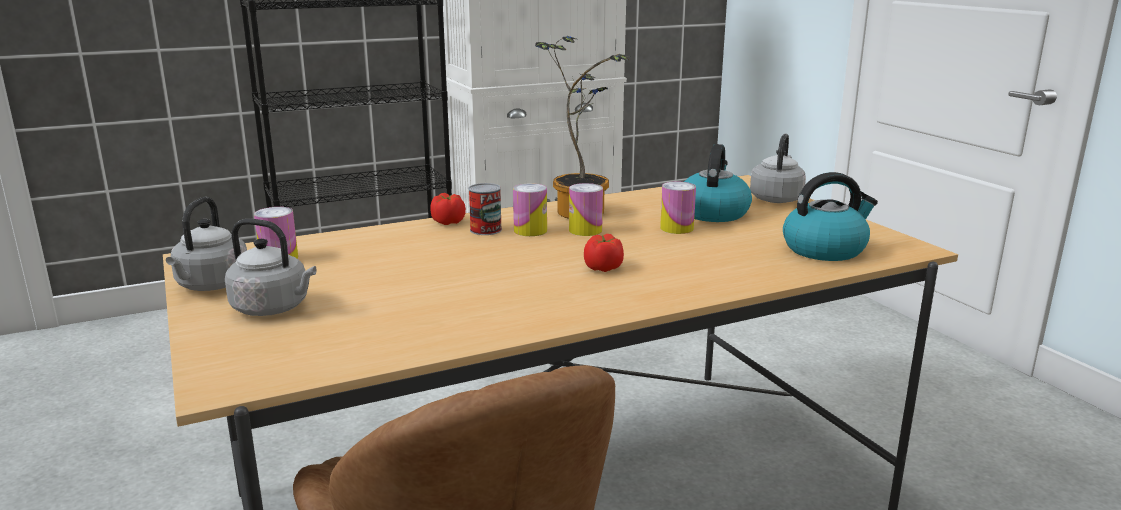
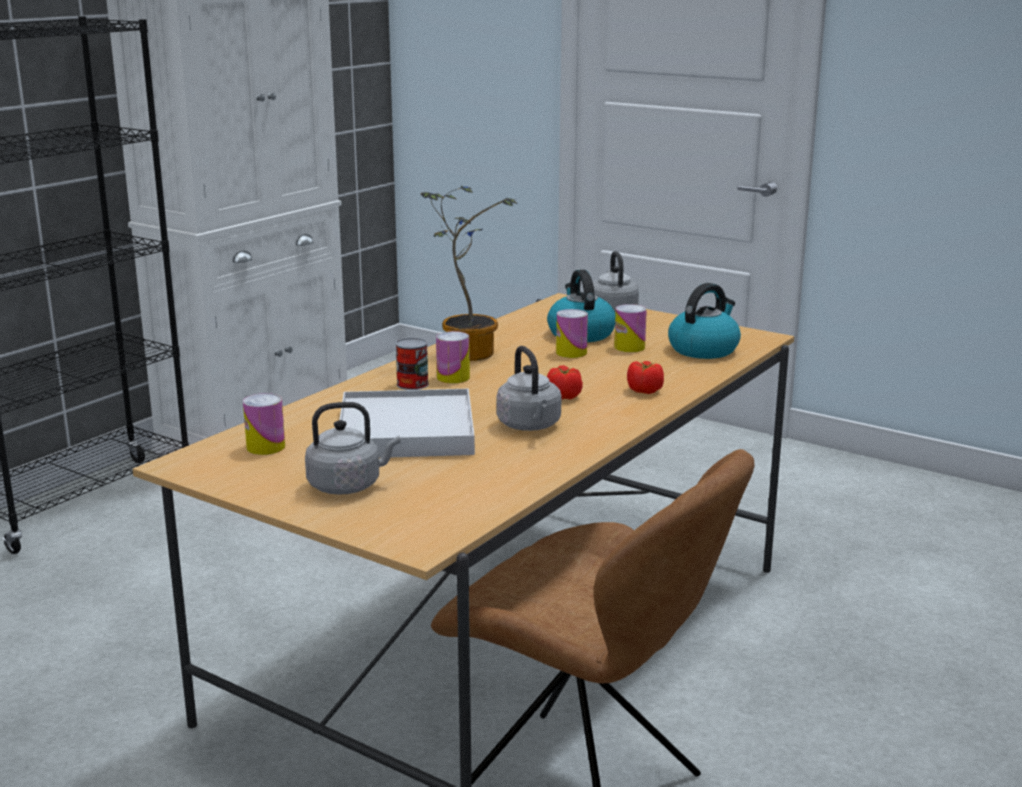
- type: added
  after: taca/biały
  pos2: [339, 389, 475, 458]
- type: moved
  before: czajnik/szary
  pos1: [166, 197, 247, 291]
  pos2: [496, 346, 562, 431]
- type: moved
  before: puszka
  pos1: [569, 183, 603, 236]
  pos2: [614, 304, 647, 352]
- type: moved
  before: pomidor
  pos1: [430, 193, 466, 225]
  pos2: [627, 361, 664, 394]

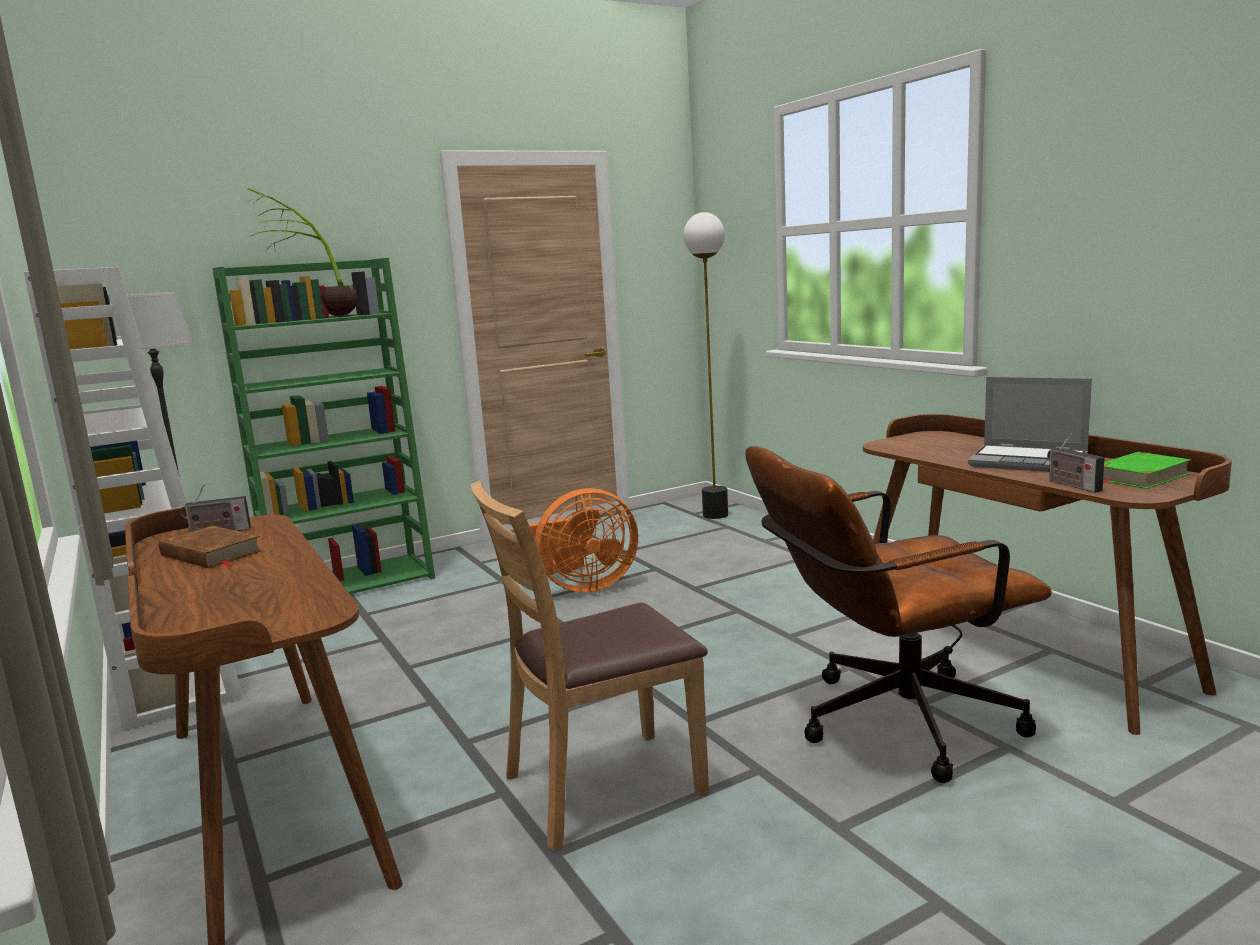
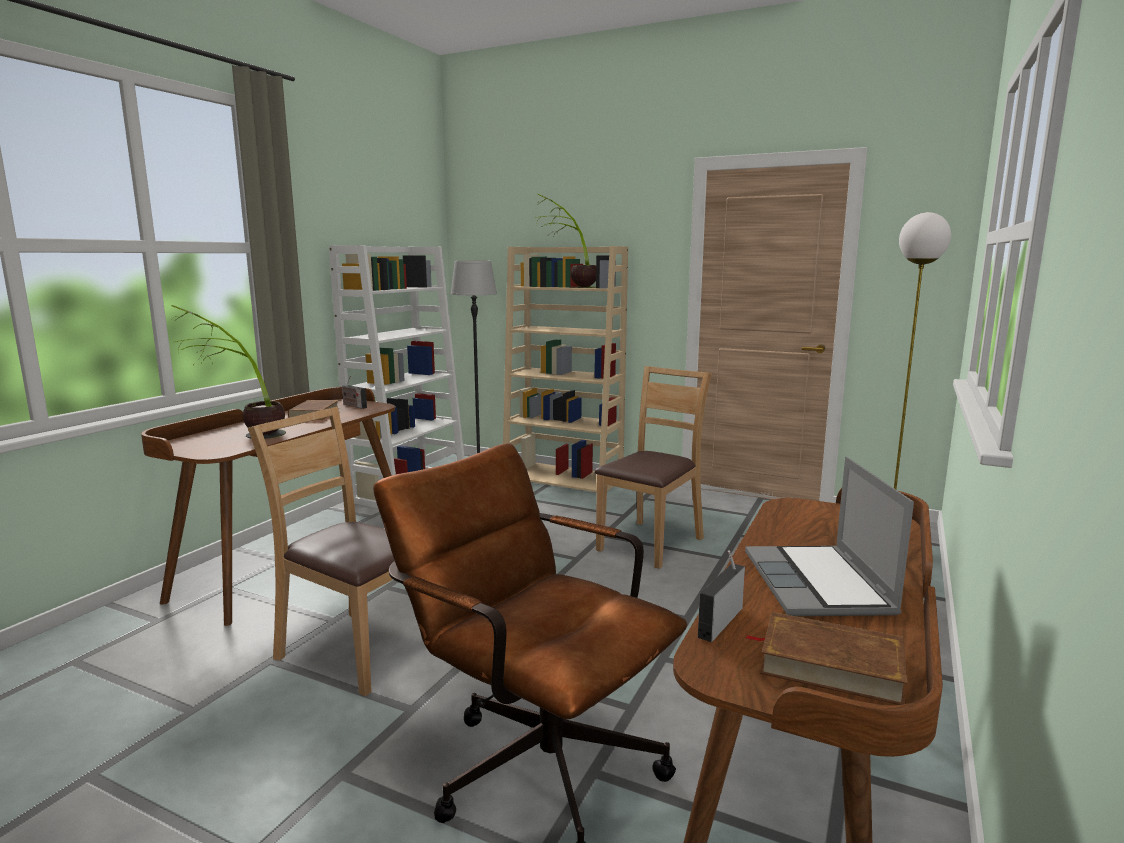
- type: added
  after: roślina doniczkowa
  pos2: [171, 305, 286, 439]
- type: recoloured
  before: regał/zielony
  after: regał/beżowy
  pos1: [212, 258, 435, 594]
  pos2: [503, 246, 628, 492]
- type: replaced
  before: wentylator/pomarańczowy
  after: krzesło/brązowy
  pos1: [529, 488, 638, 593]
  pos2: [594, 366, 712, 569]
- type: recoloured
  before: książka/zielony
  after: książka/brązowy
  pos1: [1103, 452, 1192, 489]
  pos2: [745, 612, 908, 705]

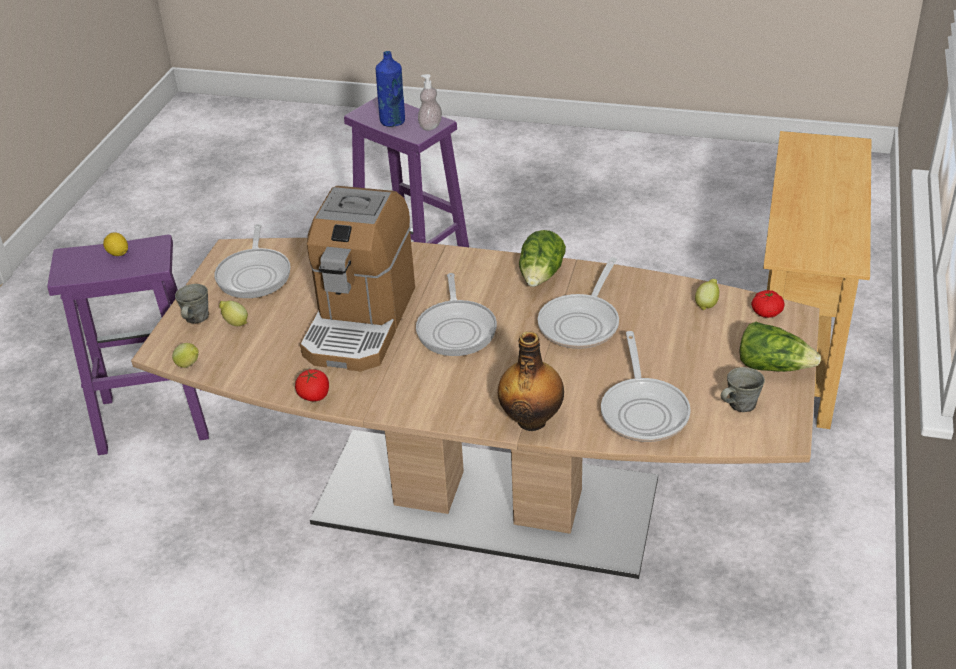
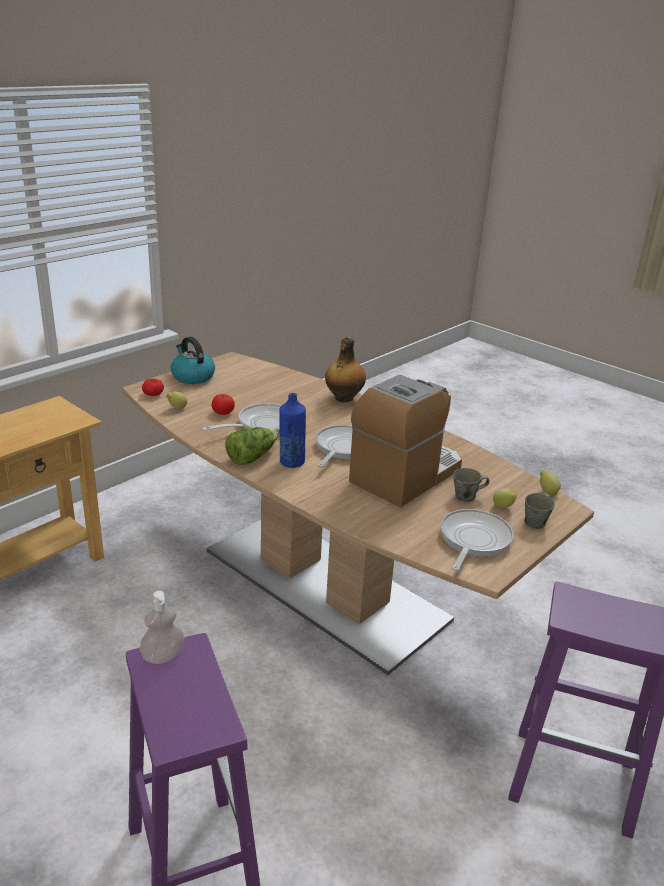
- type: replaced
  before: sałata
  after: czajnik
  pos1: [740, 322, 821, 372]
  pos2: [171, 337, 215, 384]
- type: moved
  before: pomidor
  pos1: [295, 369, 329, 401]
  pos2: [212, 394, 235, 415]
- type: moved
  before: butelka/niebieski
  pos1: [376, 51, 405, 127]
  pos2: [279, 393, 306, 468]
- type: moved
  before: kubek/szary
  pos1: [721, 367, 765, 412]
  pos2: [453, 468, 490, 502]
- type: removed
  before: cytryna
  pos1: [103, 233, 128, 256]
- type: removed
  before: patelnia
  pos1: [601, 331, 691, 442]

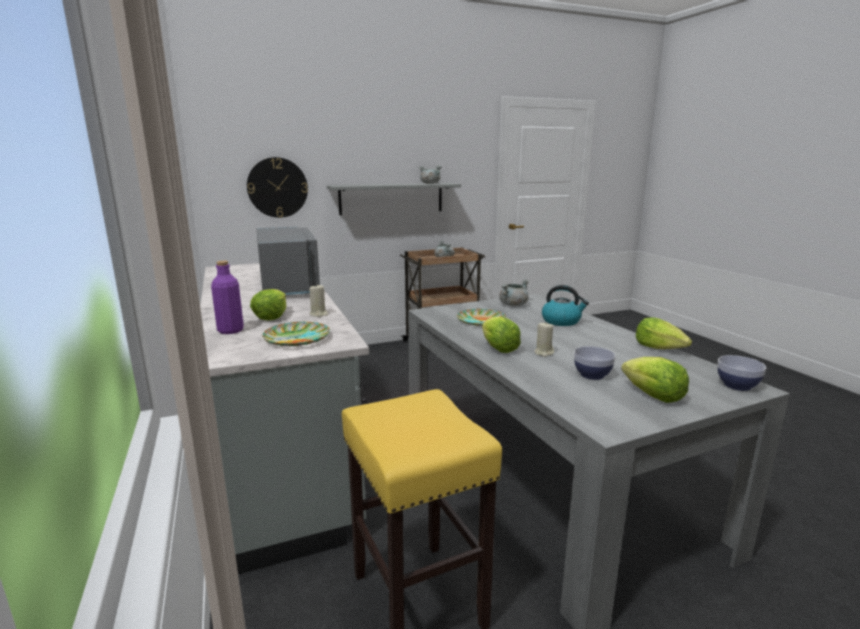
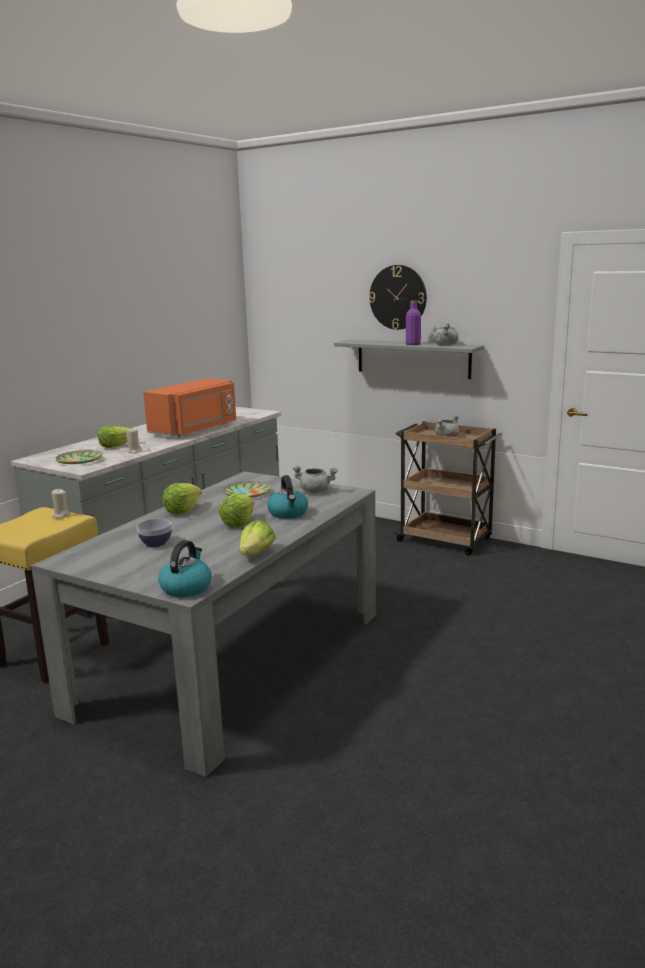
- type: moved
  before: świeca/beżowy
  pos1: [534, 322, 554, 357]
  pos2: [51, 489, 71, 518]
- type: recoloured
  before: mikrofalówka/szary
  after: mikrofalówka/pomarańczowy
  pos1: [257, 227, 320, 295]
  pos2: [143, 378, 236, 437]
- type: replaced
  before: miska
  after: czajnik
  pos1: [717, 355, 766, 391]
  pos2: [158, 540, 212, 597]
- type: moved
  before: sałata
  pos1: [621, 357, 689, 403]
  pos2: [219, 494, 254, 528]
- type: moved
  before: zegar ścienny
  pos1: [247, 157, 308, 218]
  pos2: [369, 265, 427, 330]
- type: moved
  before: butelka/fioletowy
  pos1: [211, 261, 244, 334]
  pos2: [406, 301, 421, 345]

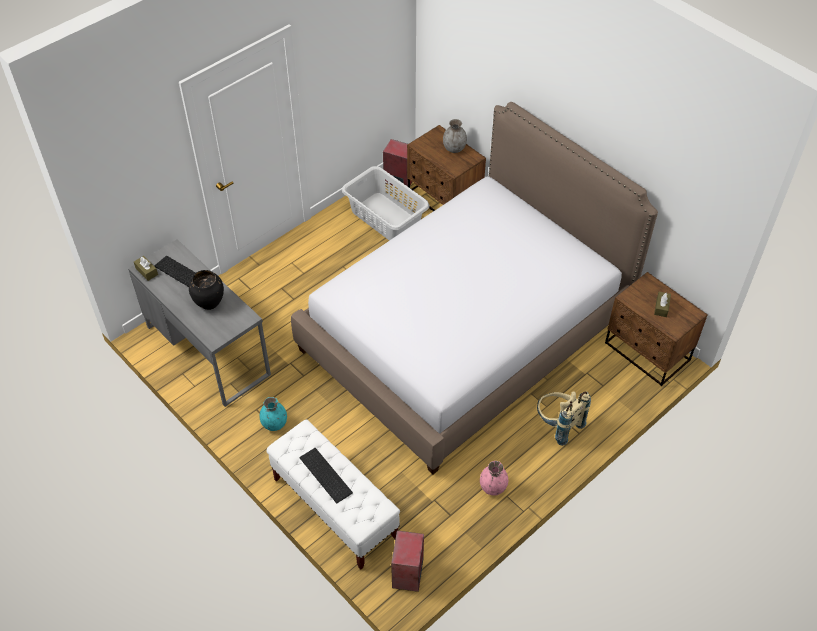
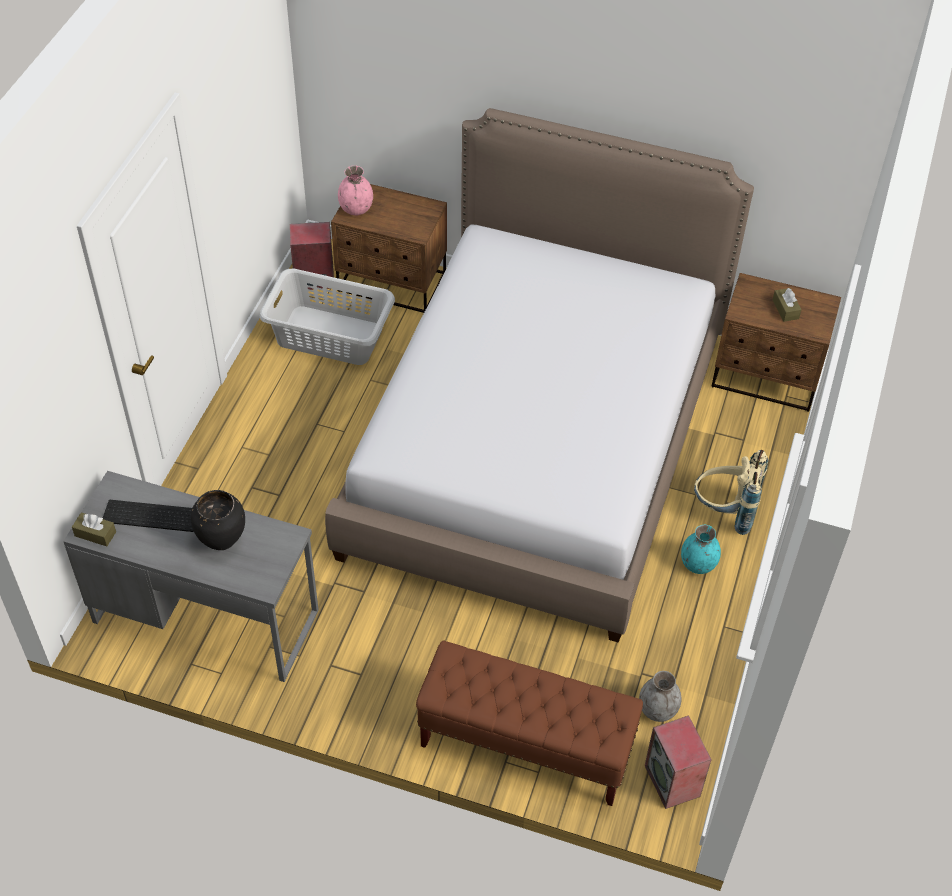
- type: moved
  before: wazon/różowy
  pos1: [480, 461, 508, 496]
  pos2: [338, 165, 373, 215]
- type: recoloured
  before: ławka/biały
  after: ławka/brązowy
  pos1: [267, 420, 400, 570]
  pos2: [416, 641, 643, 806]
- type: moved
  before: wazon/szary
  pos1: [443, 119, 467, 153]
  pos2: [639, 671, 682, 722]
- type: moved
  before: wazon/turkusowy
  pos1: [259, 397, 287, 431]
  pos2: [681, 525, 721, 574]
- type: removed
  before: klawiatura
  pos1: [300, 448, 353, 503]

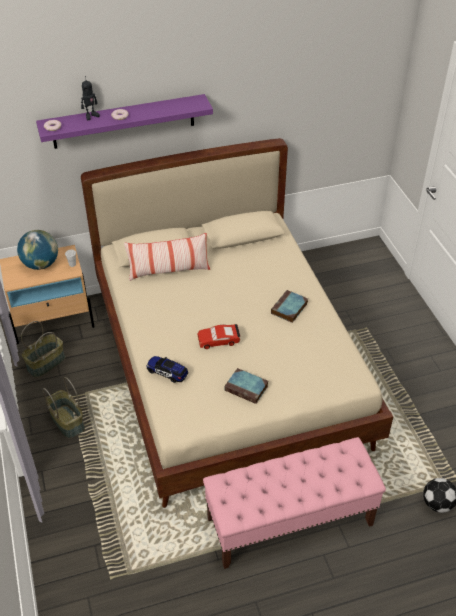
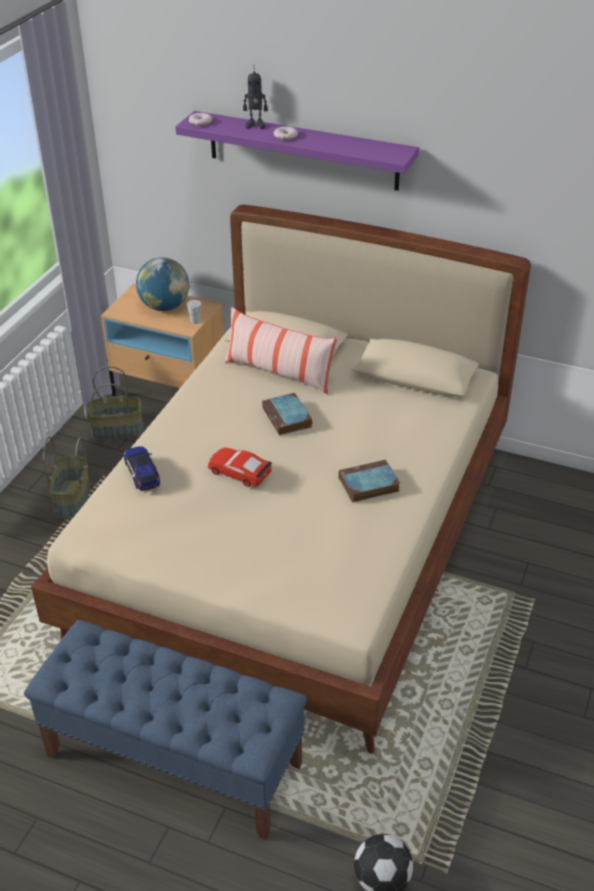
- type: recoloured
  before: ławka/różowy
  after: ławka/niebieski
  pos1: [203, 437, 386, 569]
  pos2: [24, 620, 307, 840]
- type: moved
  before: książka
  pos1: [224, 368, 268, 404]
  pos2: [262, 393, 312, 435]

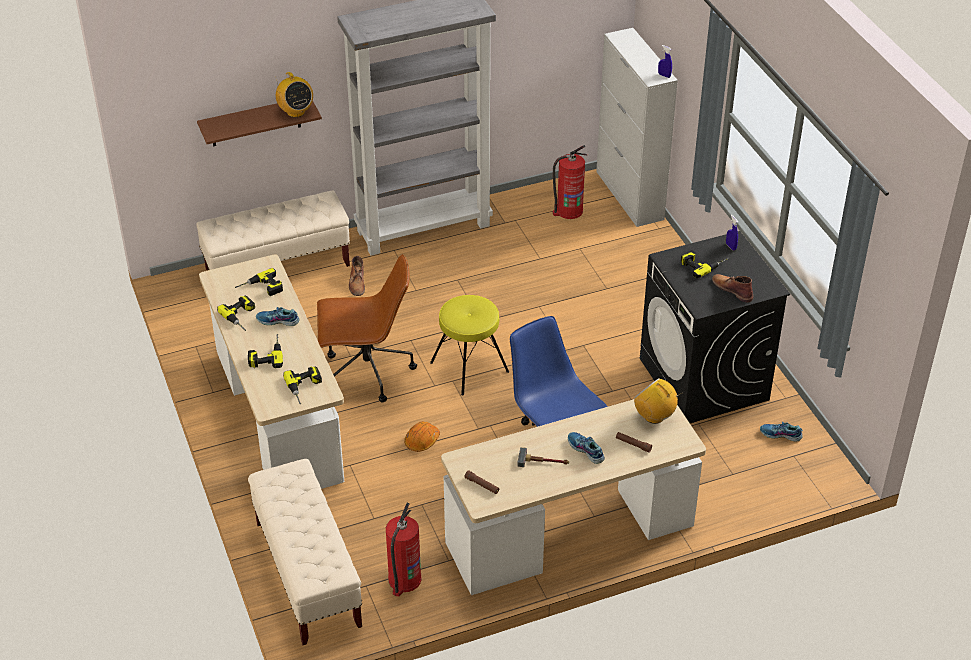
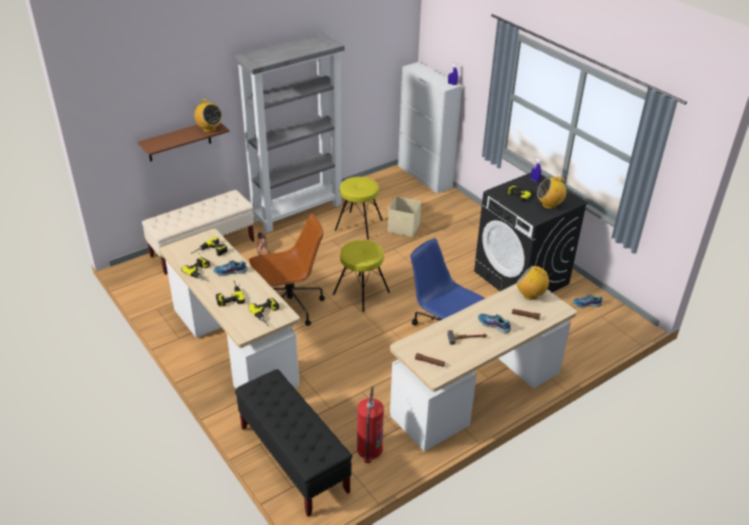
- type: recoloured
  before: ławka/beżowy
  after: ławka/czarny
  pos1: [248, 459, 362, 645]
  pos2: [235, 369, 352, 517]
- type: added
  after: stołek/żółty
  pos2: [335, 177, 383, 240]
- type: added
  after: pojemnik do przechowywania/beżowy
  pos2: [388, 196, 421, 237]
- type: replaced
  before: but z cholewką/brązowy
  after: radio
  pos1: [712, 274, 754, 302]
  pos2: [537, 176, 566, 209]
- type: removed
  before: kask/pomarańczowy
  pos1: [404, 421, 440, 452]
- type: removed
  before: gaśnica
  pos1: [553, 145, 588, 219]

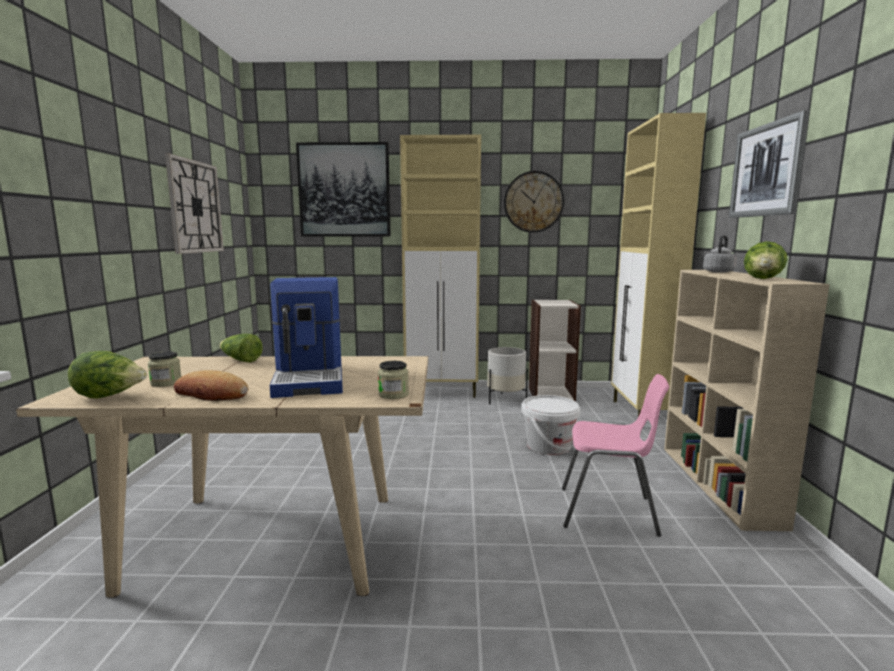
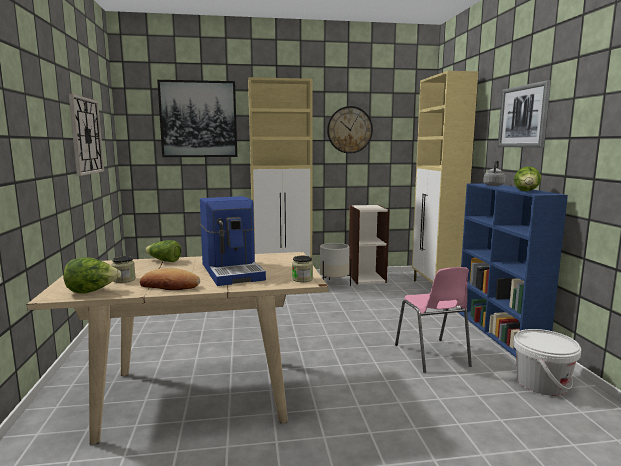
- type: turned
  before: krzesło/różowy
  pos1: [562, 374, 669, 537]
  pos2: [395, 267, 472, 373]
  turn: 75
- type: recoloured
  before: regał/beżowy
  after: regał/niebieski
  pos1: [664, 270, 830, 531]
  pos2: [458, 183, 568, 357]
- type: moved
  before: wiadro/biały
  pos1: [521, 395, 580, 455]
  pos2: [513, 329, 581, 396]

